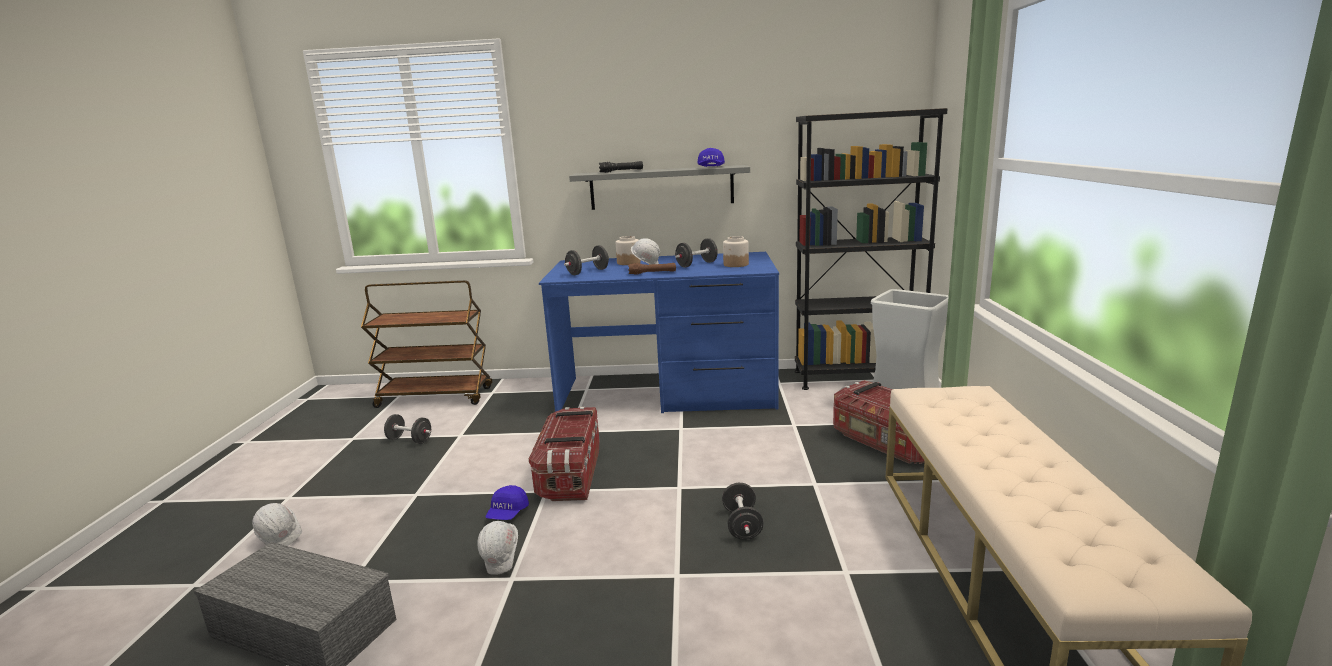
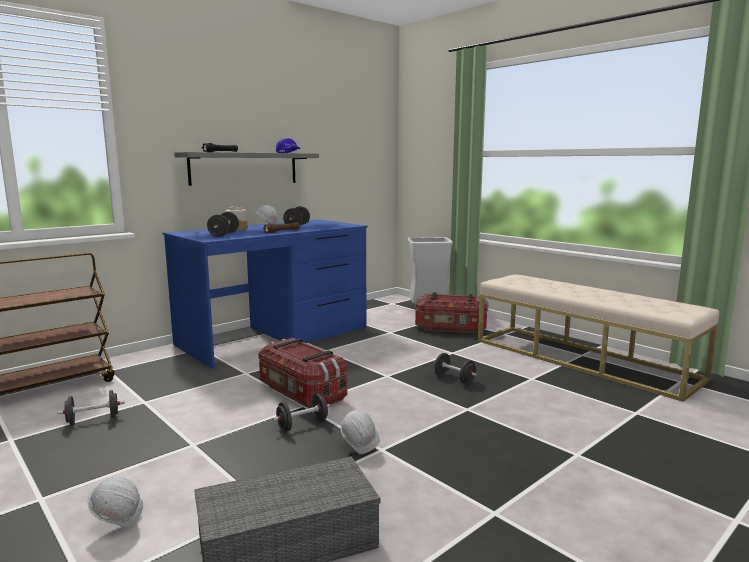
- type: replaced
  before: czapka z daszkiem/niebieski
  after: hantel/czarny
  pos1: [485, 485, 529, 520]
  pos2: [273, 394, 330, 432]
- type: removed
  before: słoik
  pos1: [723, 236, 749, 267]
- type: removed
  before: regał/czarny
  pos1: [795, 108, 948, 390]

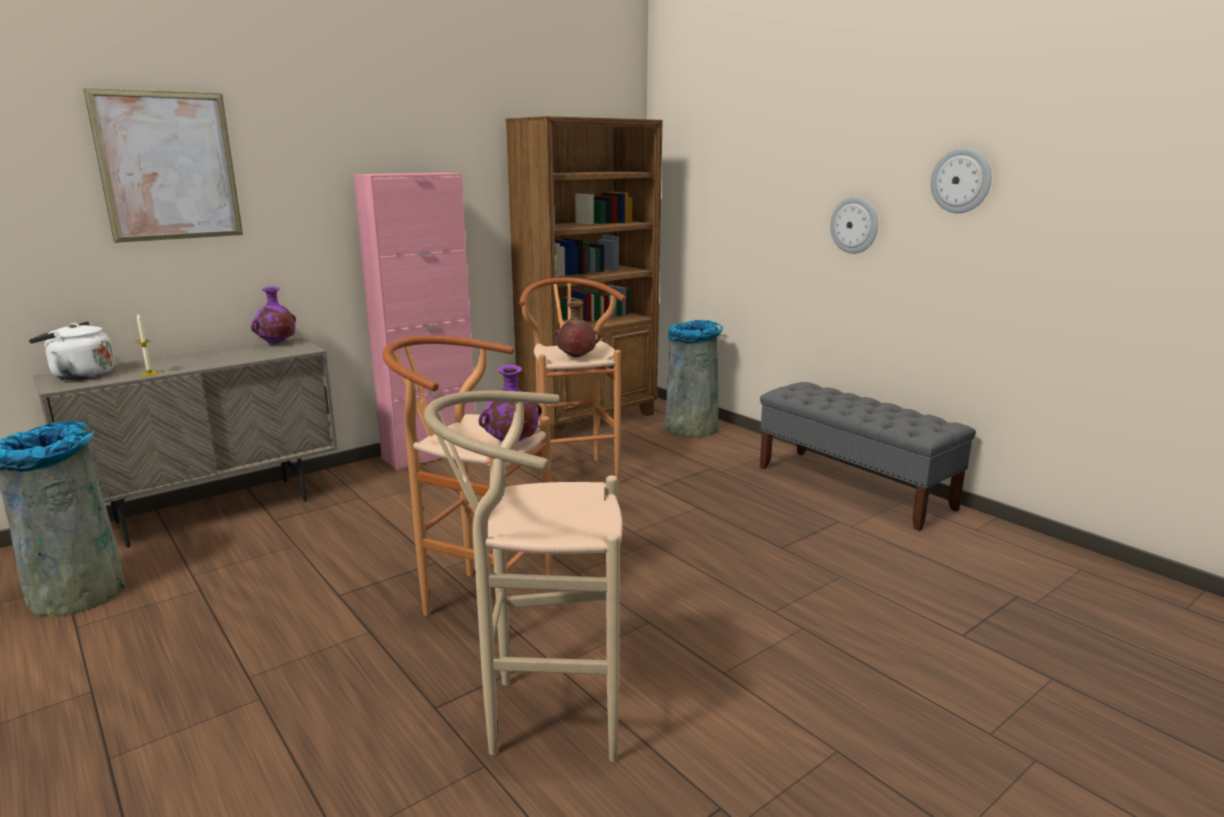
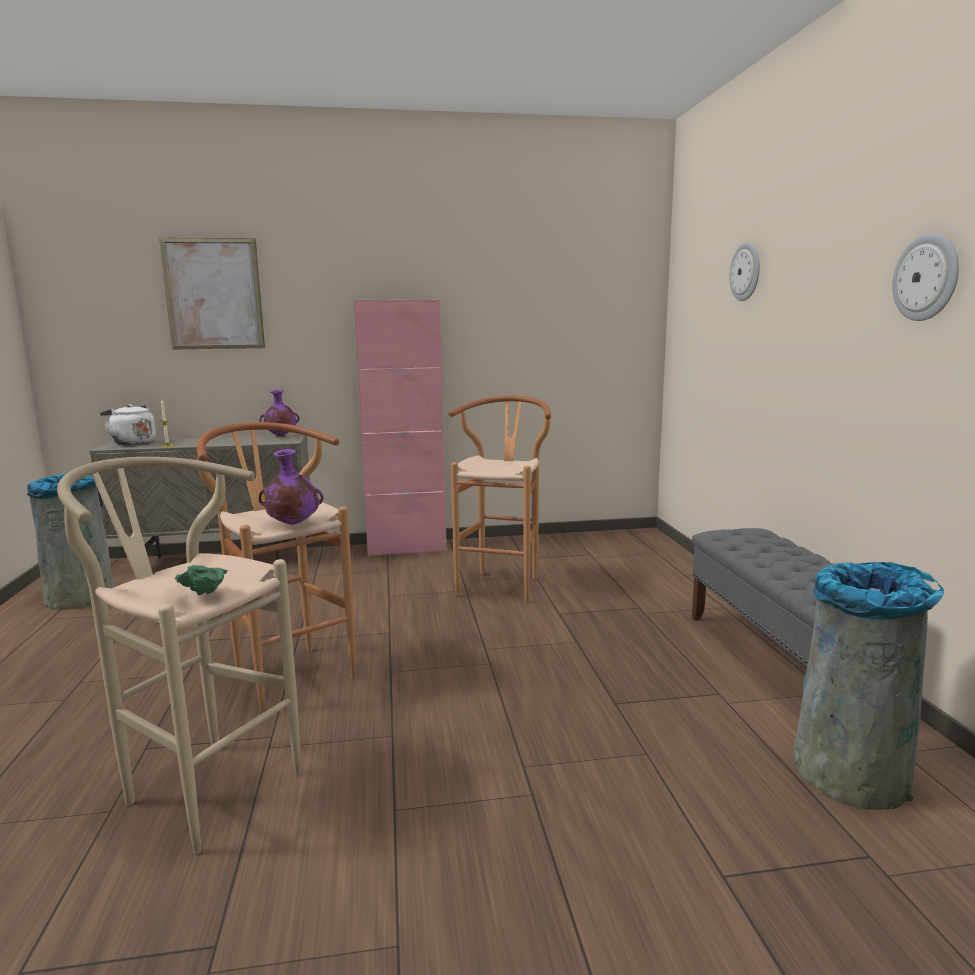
- type: added
  after: miska/zielony
  pos2: [175, 565, 228, 595]
- type: moved
  before: zegar ścienny
  pos1: [830, 197, 878, 254]
  pos2: [730, 242, 760, 301]
- type: moved
  before: kosz na śmieci/szary
  pos1: [665, 320, 723, 438]
  pos2: [793, 562, 944, 810]
- type: removed
  before: regał/brązowy
  pos1: [506, 116, 663, 440]
- type: removed
  before: wazon/brązowy
  pos1: [553, 301, 600, 358]

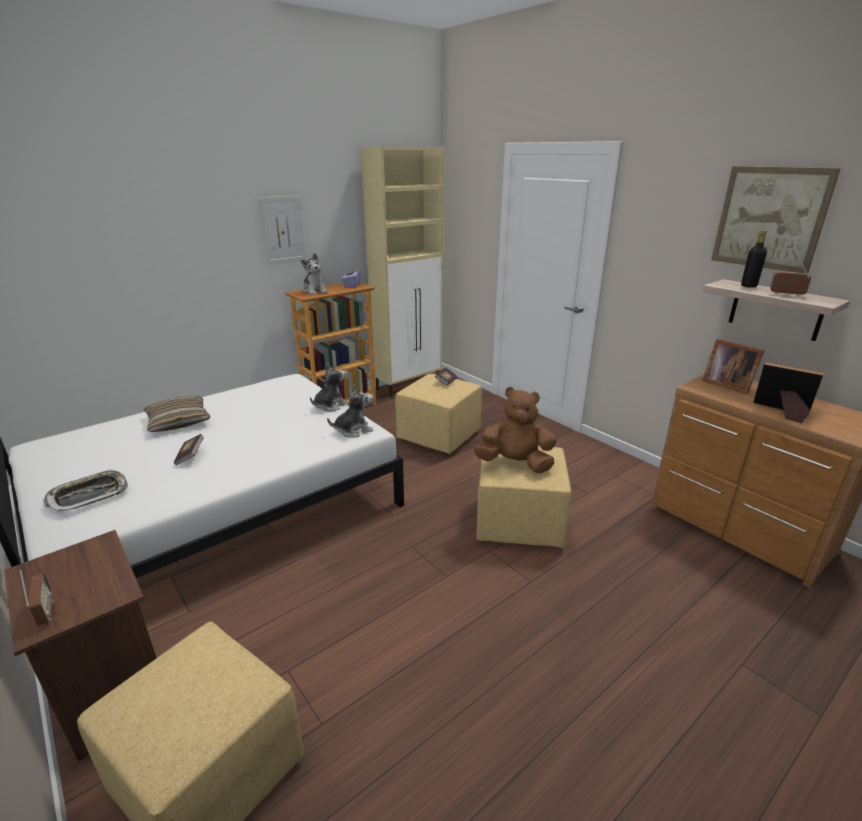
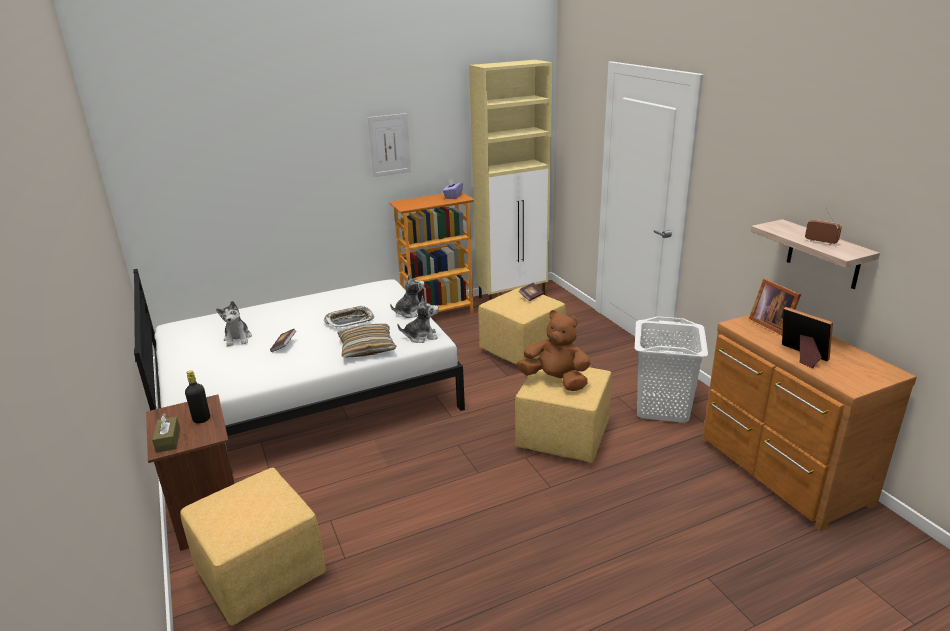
- type: replaced
  before: radio
  after: pudełko chusteczek/brązowy
  pos1: [19, 570, 54, 626]
  pos2: [152, 414, 180, 453]
- type: moved
  before: butelka/czarny
  pos1: [741, 230, 767, 288]
  pos2: [185, 370, 210, 423]
- type: moved
  before: pluszak
  pos1: [301, 253, 327, 295]
  pos2: [216, 301, 252, 346]
- type: moved
  before: taca
  pos1: [43, 469, 128, 513]
  pos2: [324, 305, 374, 328]
- type: moved
  before: poduszka
  pos1: [144, 396, 210, 432]
  pos2: [337, 324, 396, 358]
- type: added
  after: kosz na pranie/biały
  pos2: [635, 316, 708, 423]
- type: removed
  before: obraz
  pos1: [711, 166, 841, 273]

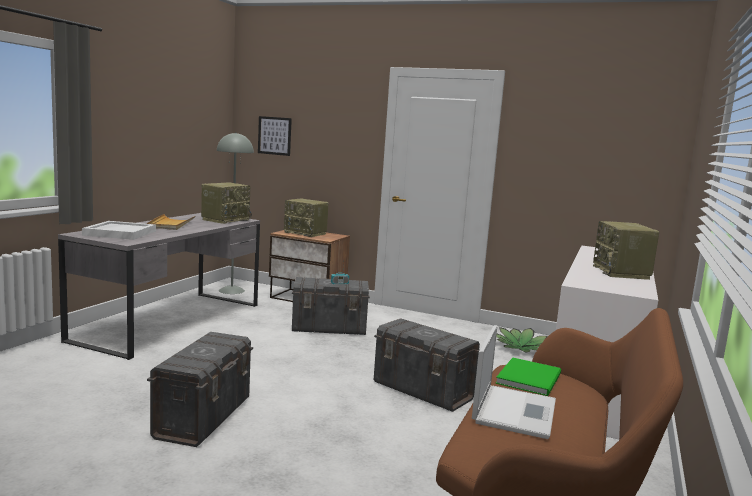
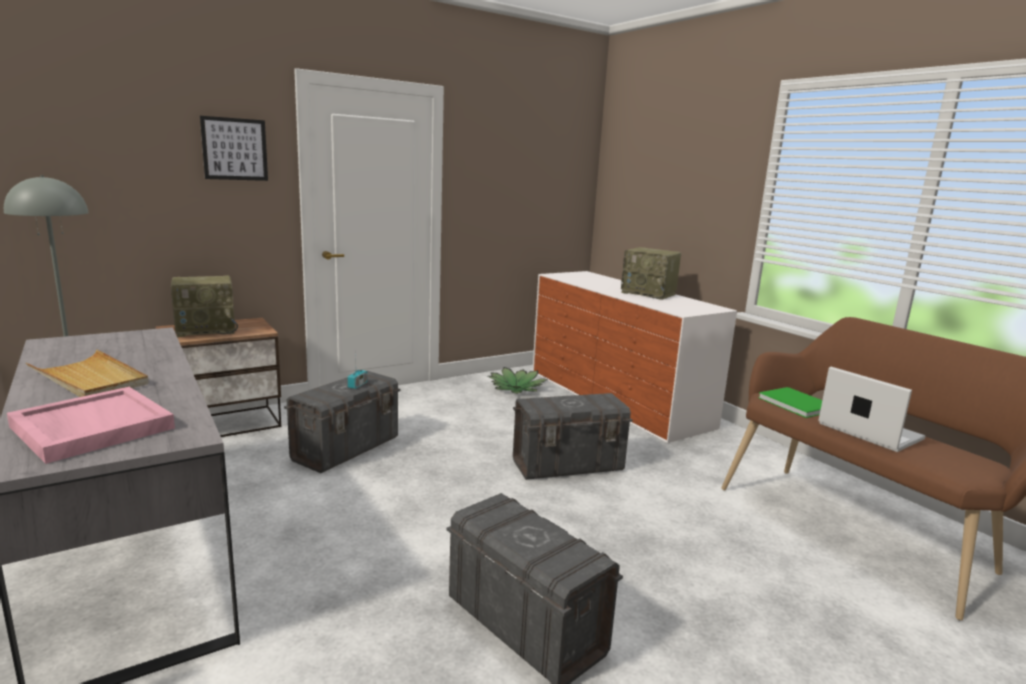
- type: recoloured
  before: taca/biały
  after: taca/różowy
  pos1: [82, 221, 156, 240]
  pos2: [7, 387, 175, 464]
- type: moved
  before: obraz
  pos1: [258, 116, 292, 156]
  pos2: [200, 116, 268, 181]
- type: removed
  before: radio
  pos1: [201, 182, 252, 224]

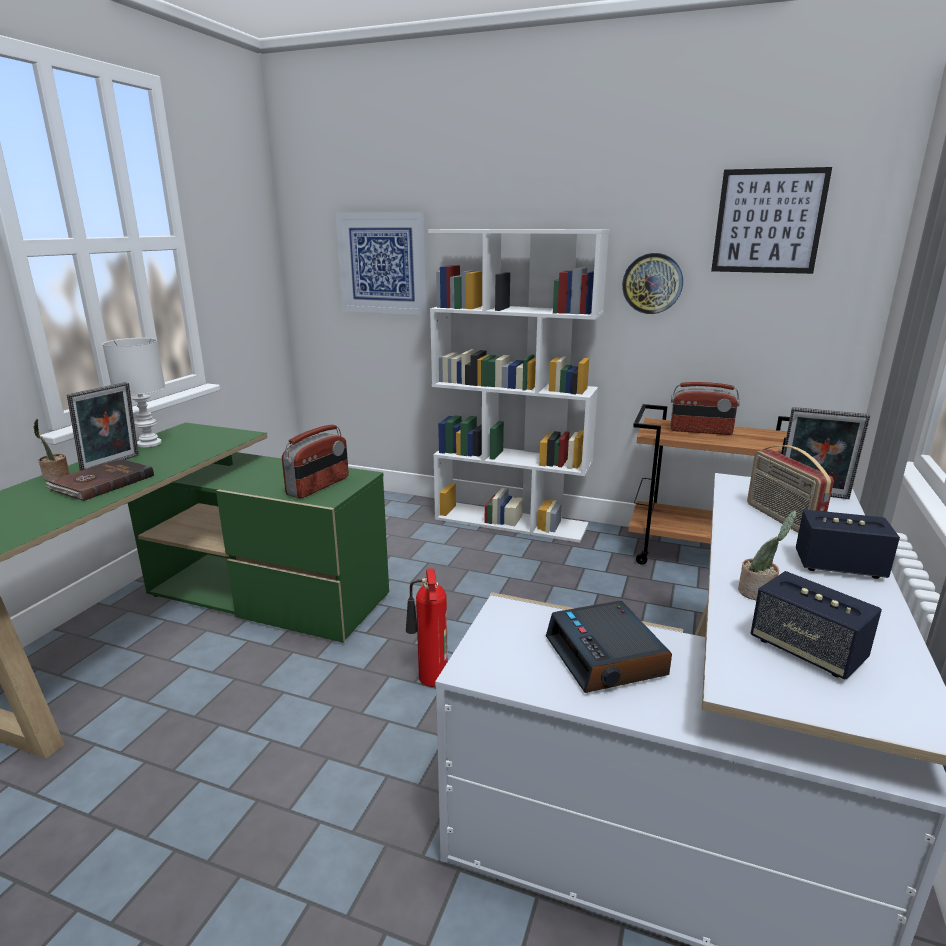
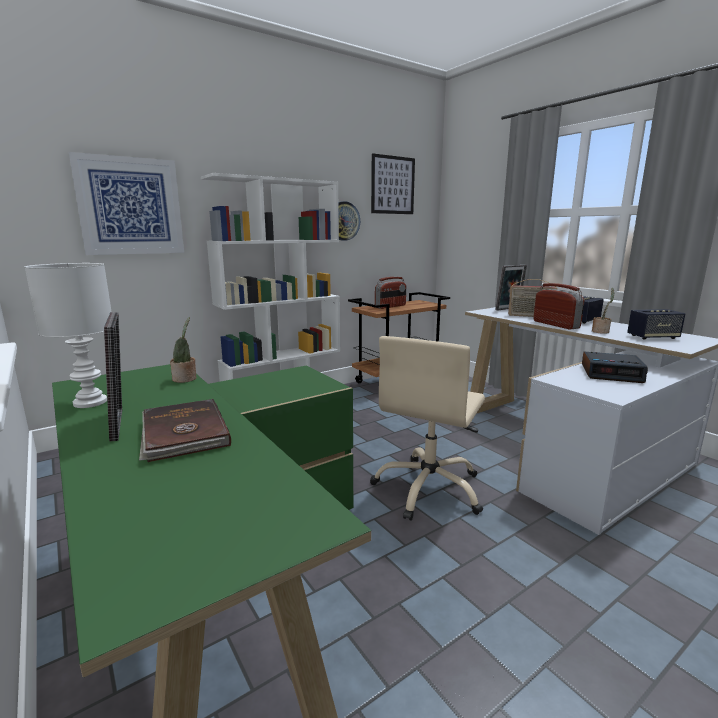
- type: moved
  before: roślina doniczkowa
  pos1: [34, 419, 70, 481]
  pos2: [170, 317, 196, 383]
- type: replaced
  before: gaśnica
  after: krzesło biurowe/beżowy
  pos1: [406, 569, 448, 687]
  pos2: [370, 336, 485, 521]
- type: moved
  before: radio
  pos1: [282, 424, 349, 499]
  pos2: [533, 283, 584, 329]

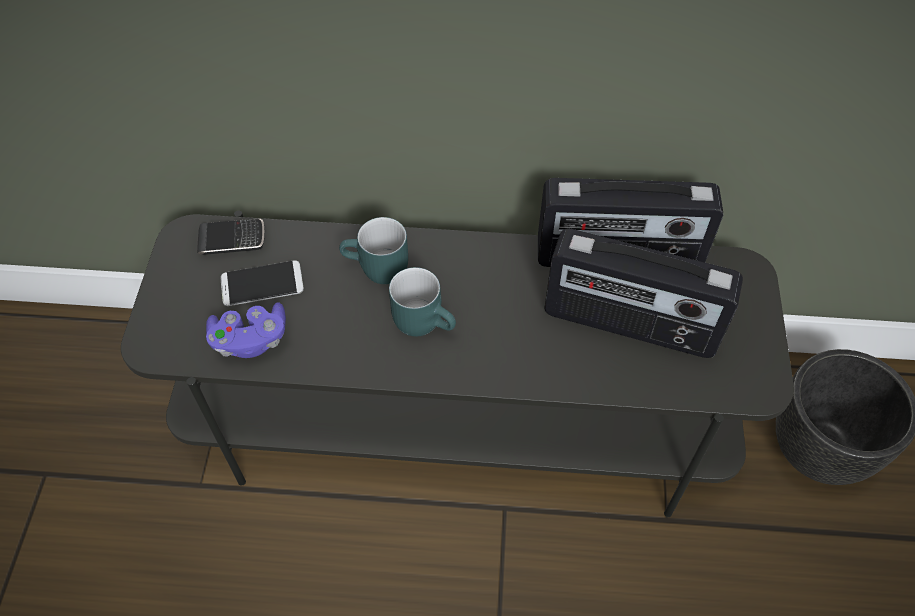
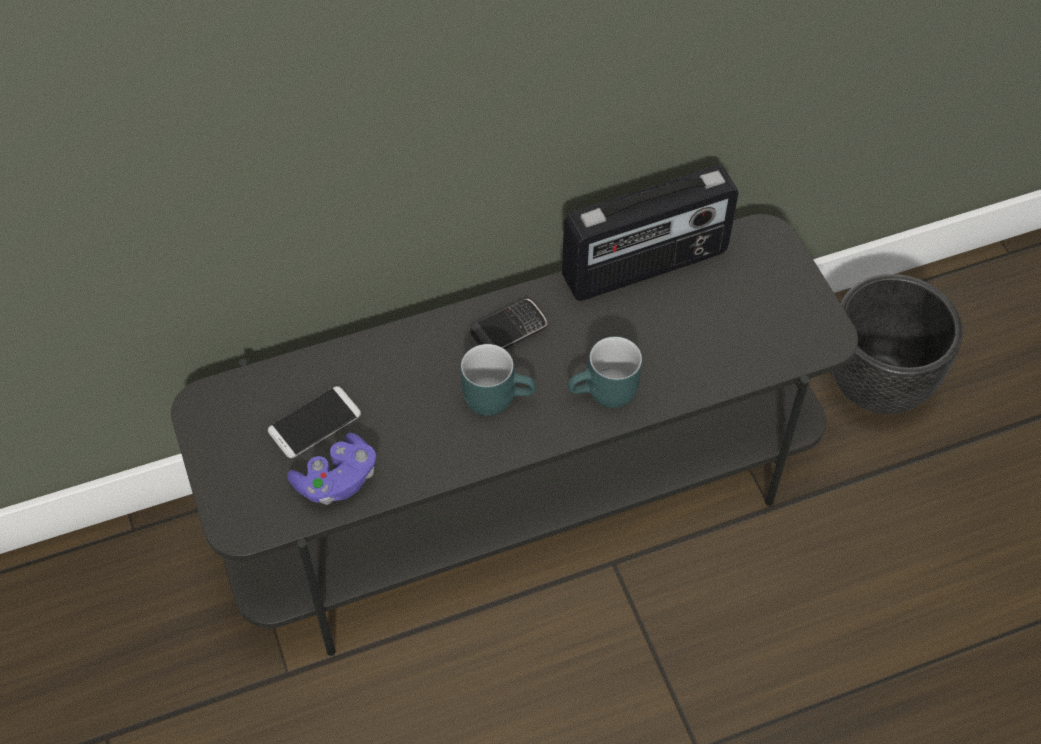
- type: moved
  before: telefon
  pos1: [197, 219, 265, 255]
  pos2: [470, 299, 548, 349]
- type: moved
  before: kubek/turkusowy
  pos1: [339, 217, 408, 284]
  pos2: [568, 336, 642, 408]
- type: removed
  before: radio
  pos1: [544, 228, 743, 358]

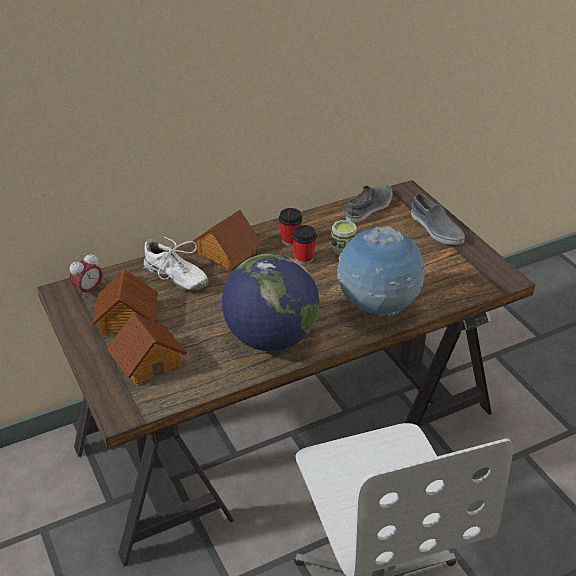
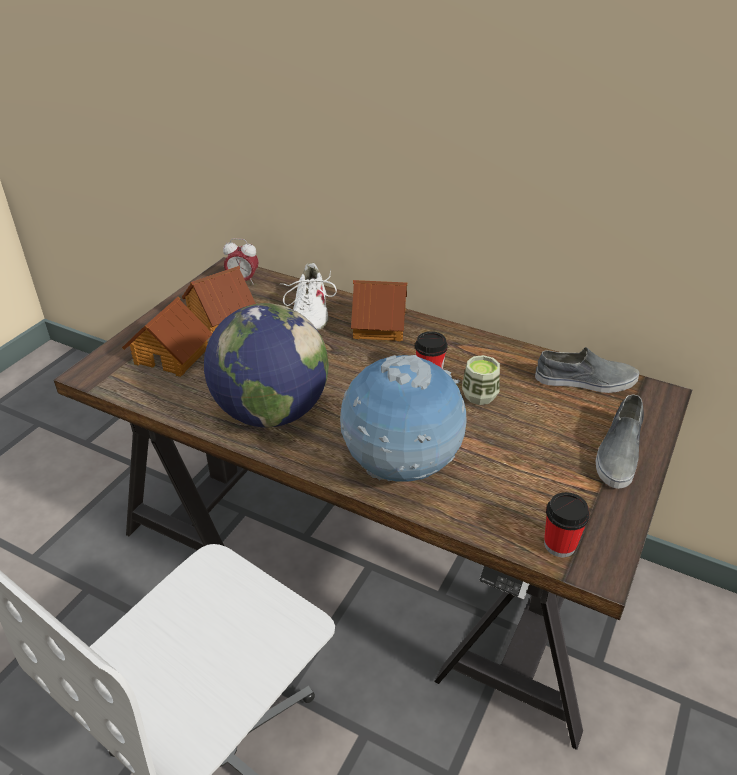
- type: moved
  before: filiżanka
  pos1: [279, 208, 303, 246]
  pos2: [544, 492, 590, 557]

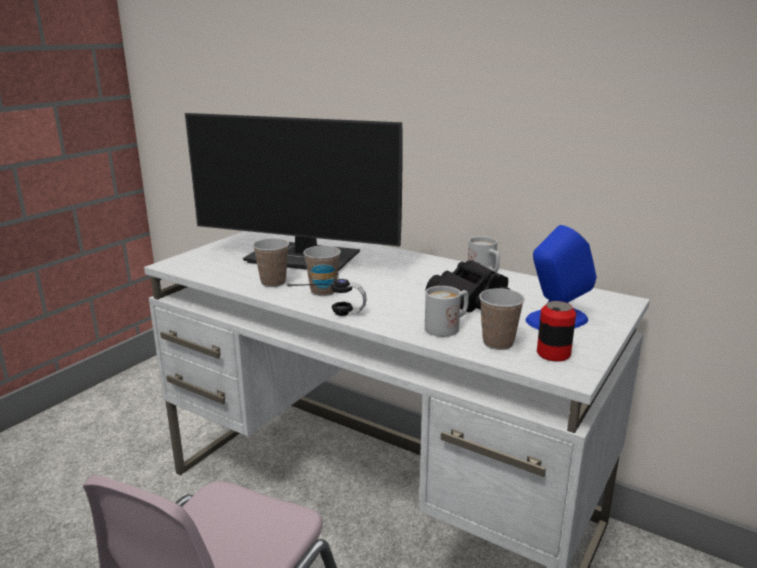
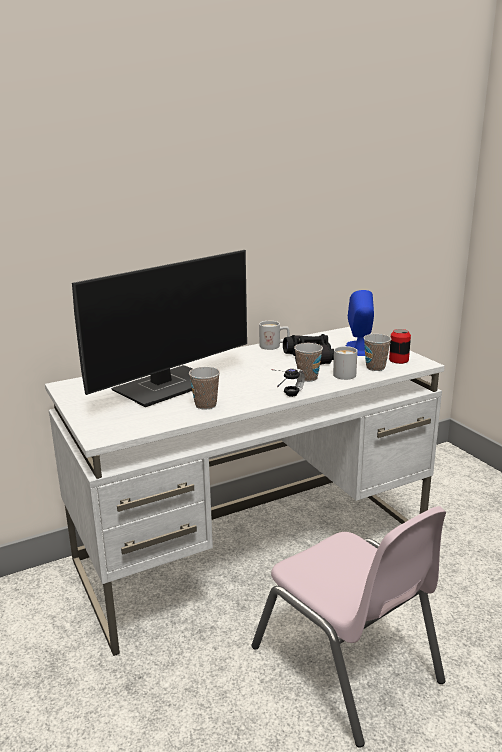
- type: moved
  before: filiżanka
  pos1: [303, 246, 341, 296]
  pos2: [294, 343, 323, 382]

